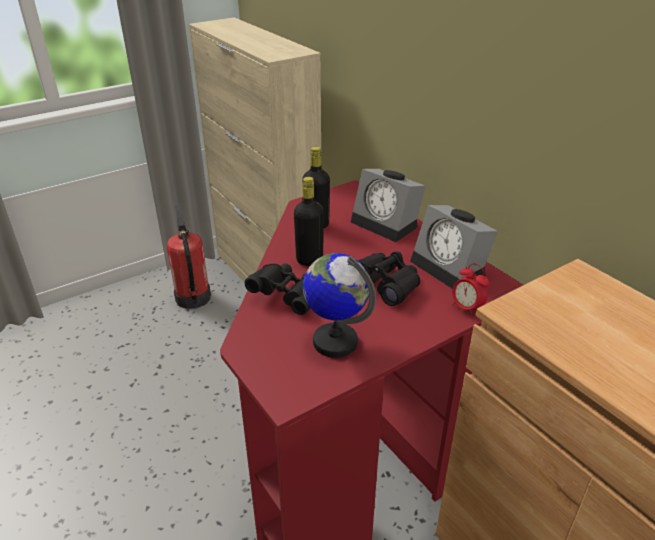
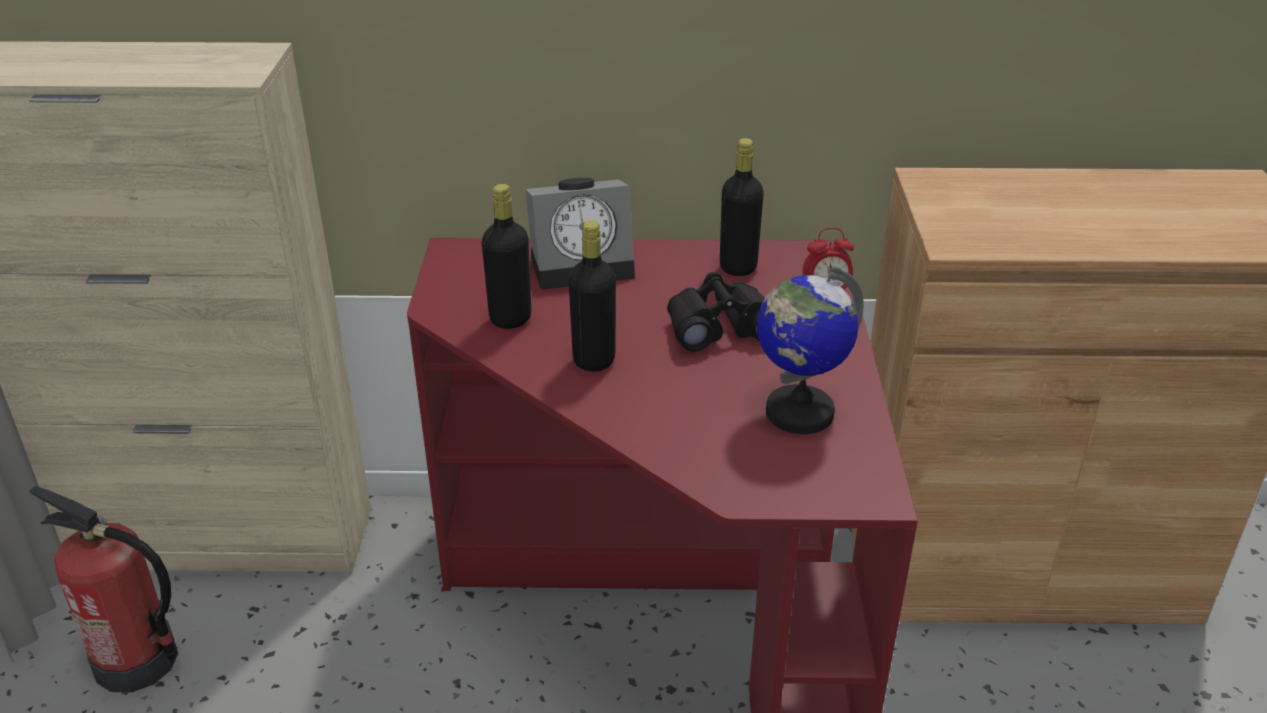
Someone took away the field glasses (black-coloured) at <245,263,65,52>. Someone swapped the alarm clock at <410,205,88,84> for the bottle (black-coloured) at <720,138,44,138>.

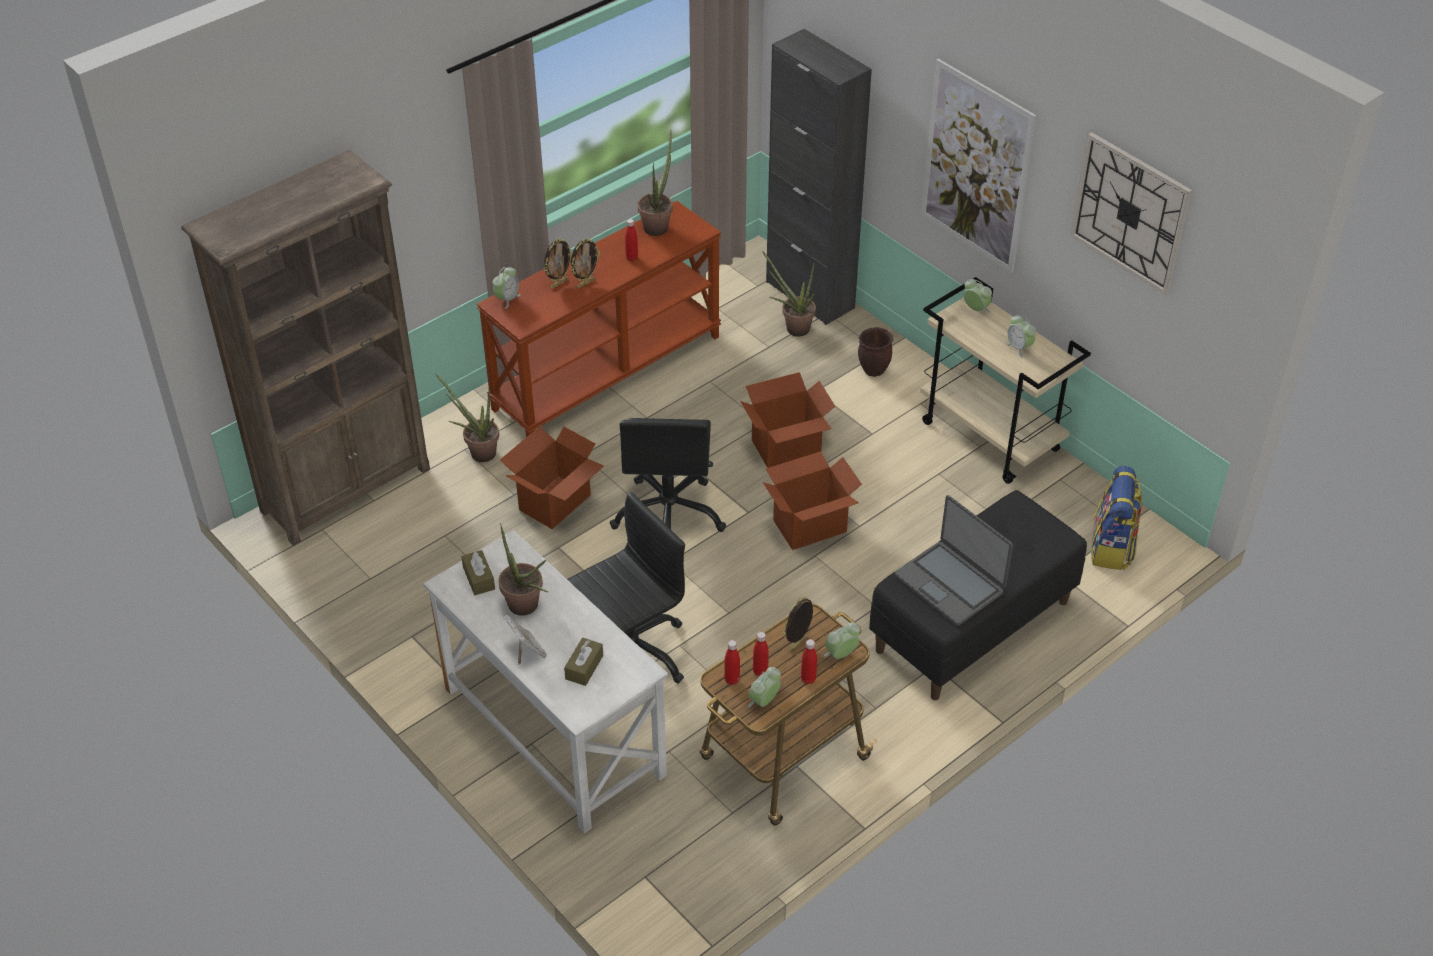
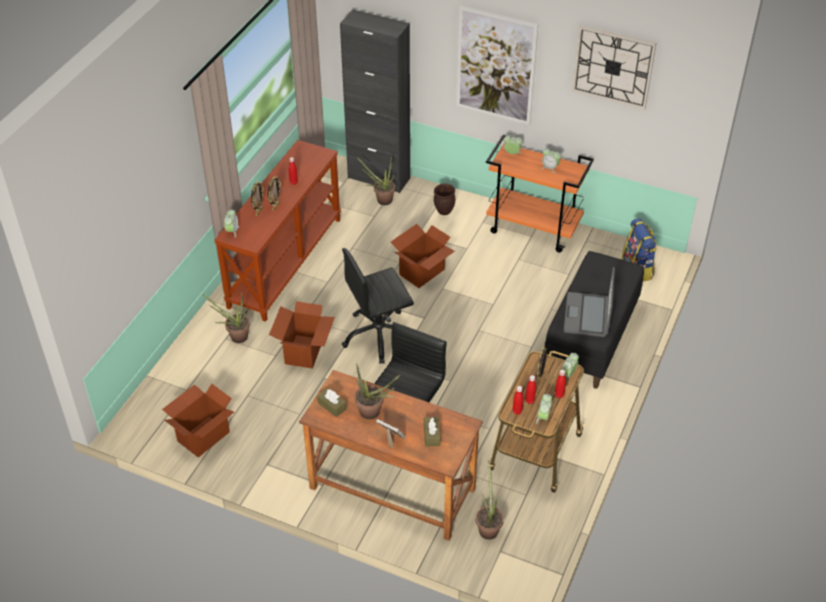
Someone took away the bookshelf (brown) at <181,150,249,396>. Someone carried the plant in a pot from <637,129,36,107> to <476,460,28,80>. Someone carried the cardboard box from <763,452,99,98> to <162,384,72,73>. Someone repainted the desk (whitish) at <423,530,245,304>, which became the desk (brown) at <299,370,184,171>. Someone repainted the wheeled cart (beige) at <920,277,171,207>, which became the wheeled cart (orange) at <486,135,108,117>. Someone rotated the desk chair (black-coloured) at <610,418,116,114> by 90 degrees clockwise. Someone rotated the notebook computer at <895,495,118,131> by 75 degrees clockwise.

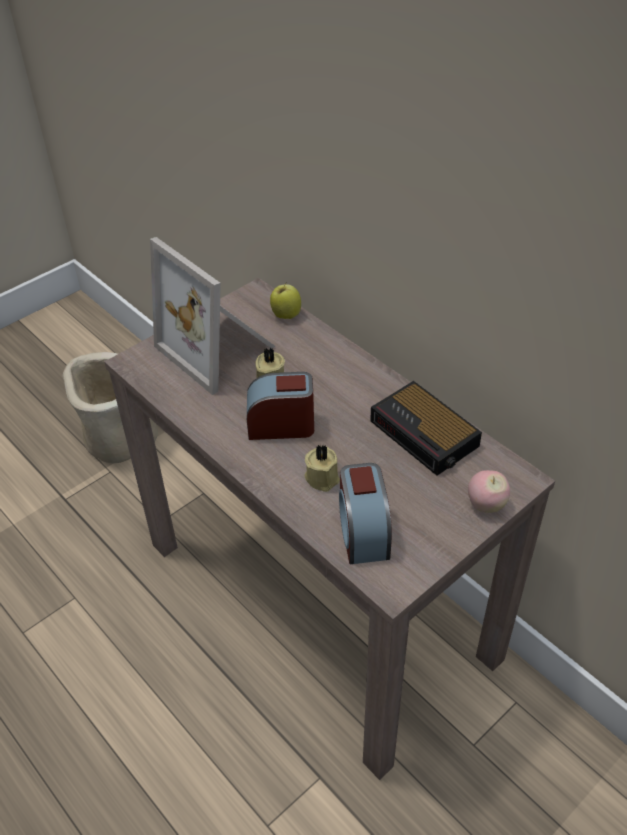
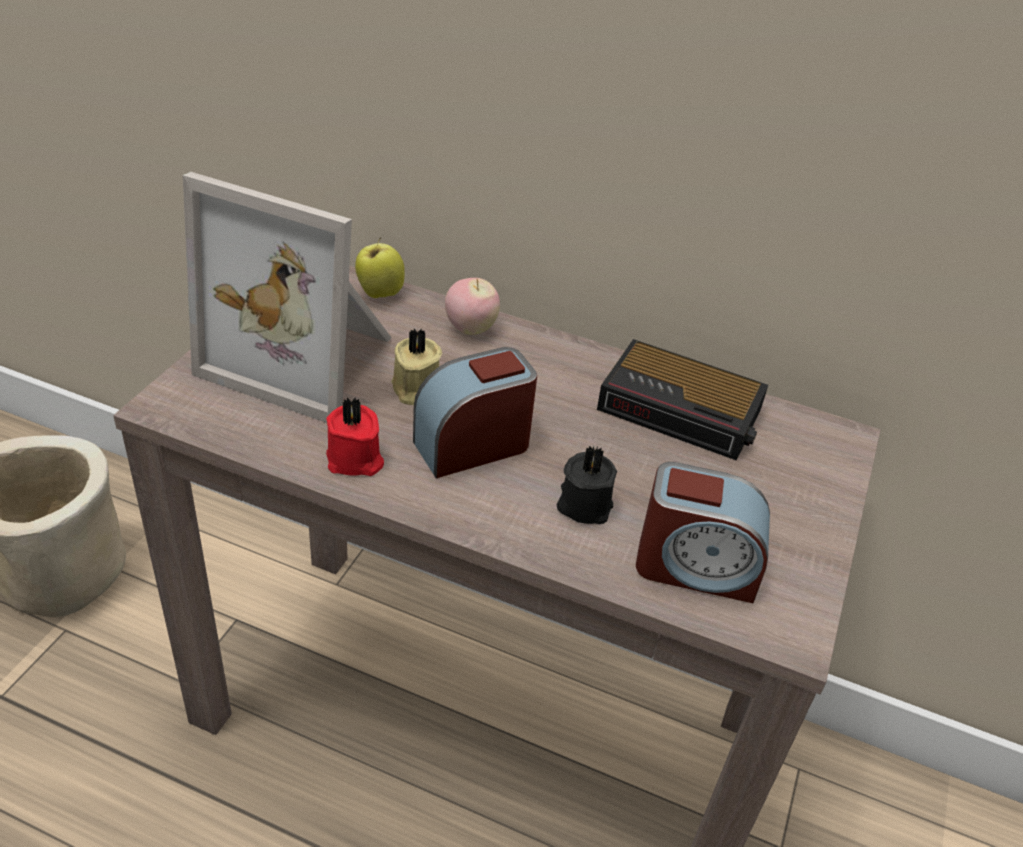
Someone put down the candle (red) at <326,397,58,79>. Someone carried the apple fruit from <468,470,42,43> to <445,278,55,57>. Someone repainted the candle (beige) at <305,445,35,47>, which became the candle (black-coloured) at <557,445,60,79>. Someone rotated the alarm clock at <339,463,53,101> by 45 degrees counterclockwise.

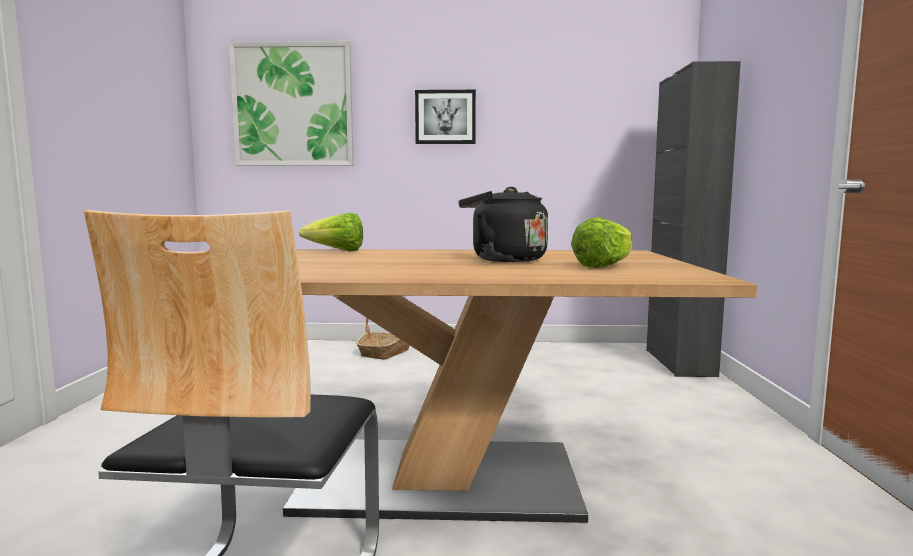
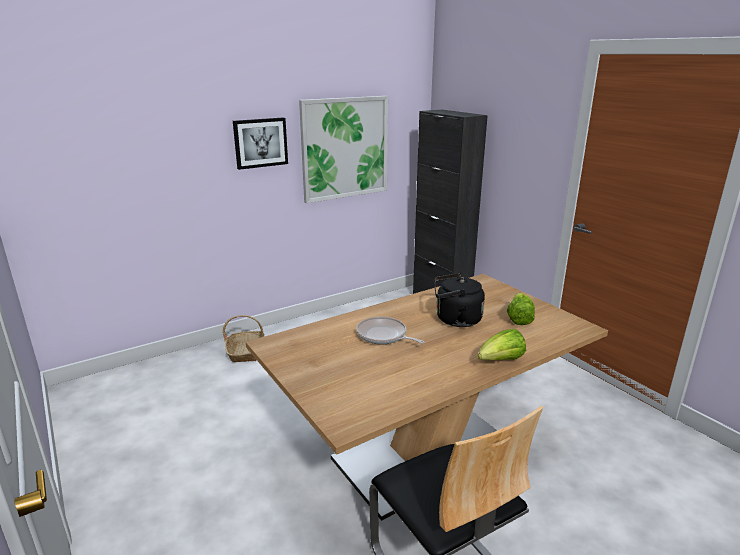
Someone put down the pan at <356,316,68,28>. Someone carried the picture from <229,41,125,125> to <299,96,89,107>. Someone carried the head of lettuce from <299,212,64,39> to <478,329,48,31>.

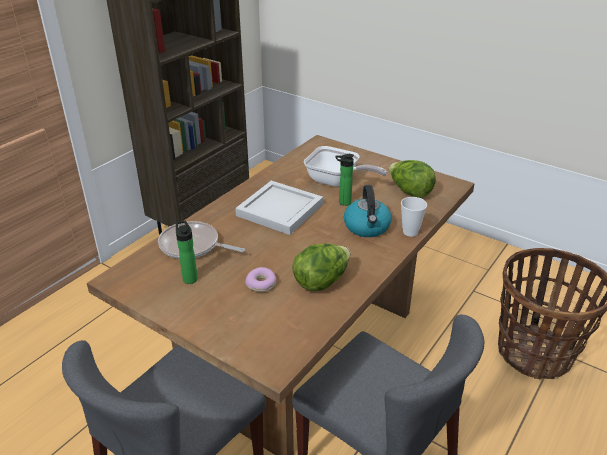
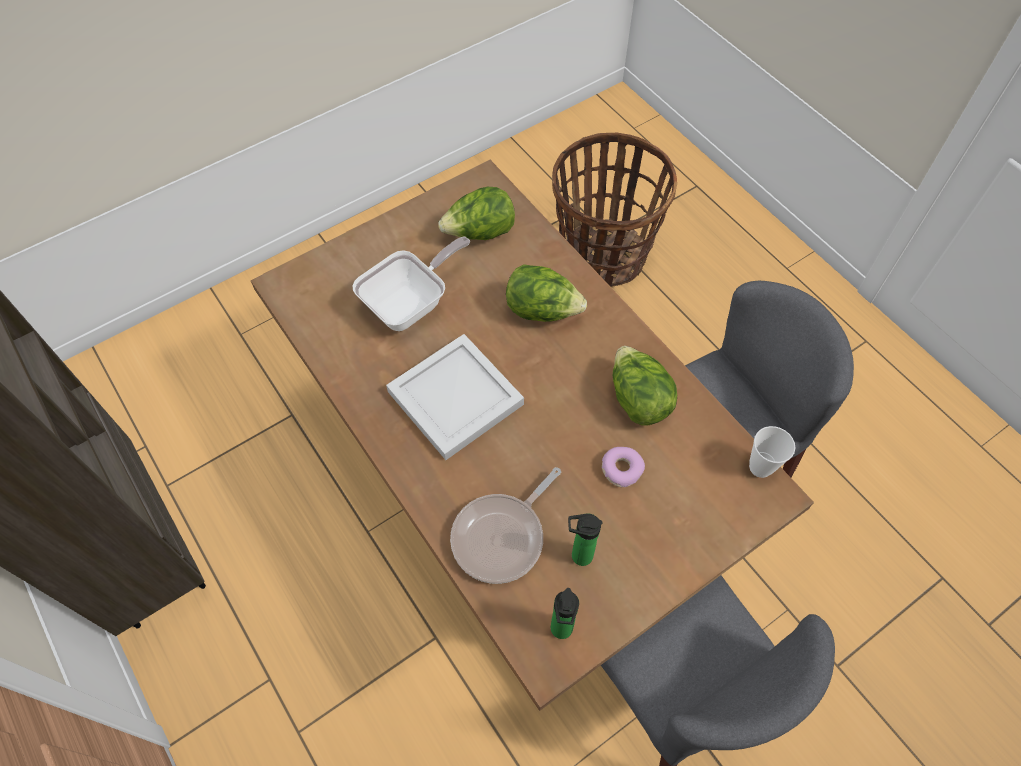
Someone carried the bottle from <335,154,19,52> to <551,588,28,51>. Someone carried the drinking cup from <401,197,26,40> to <749,426,46,52>. Someone swapped the tea kettle at <344,185,48,52> for the head of lettuce at <506,264,81,58>.

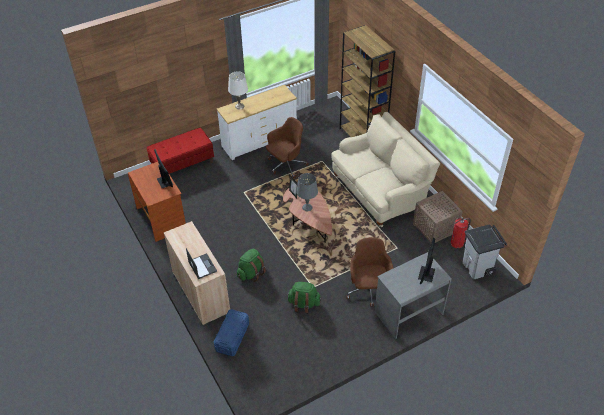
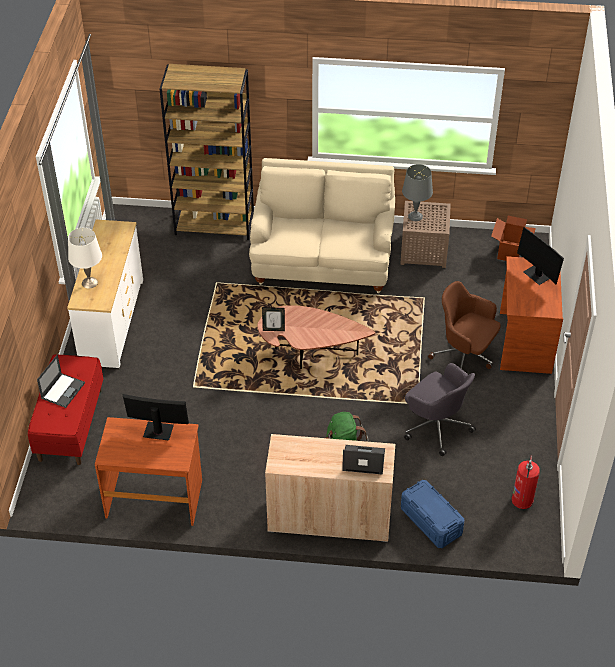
Someone took away the desk chair (brown) at <266,117,43,62>. Someone put down the notebook computer at <37,355,48,53>. Someone carried the lamp for a table (greyish) from <296,173,22,38> to <402,164,31,57>. Someone carried the fire extinguisher from <451,218,20,30> to <512,455,28,54>. Someone swapped the rucksack (green-coloured) at <287,282,34,31> for the desk chair (greyish) at <404,363,72,93>. Someone swapped the trash can (greyish) at <462,224,45,56> for the cardboard box at <491,216,45,45>. Someone repainted the desk (greyish) at <375,252,77,87>, which became the desk (brown) at <500,256,63,118>.

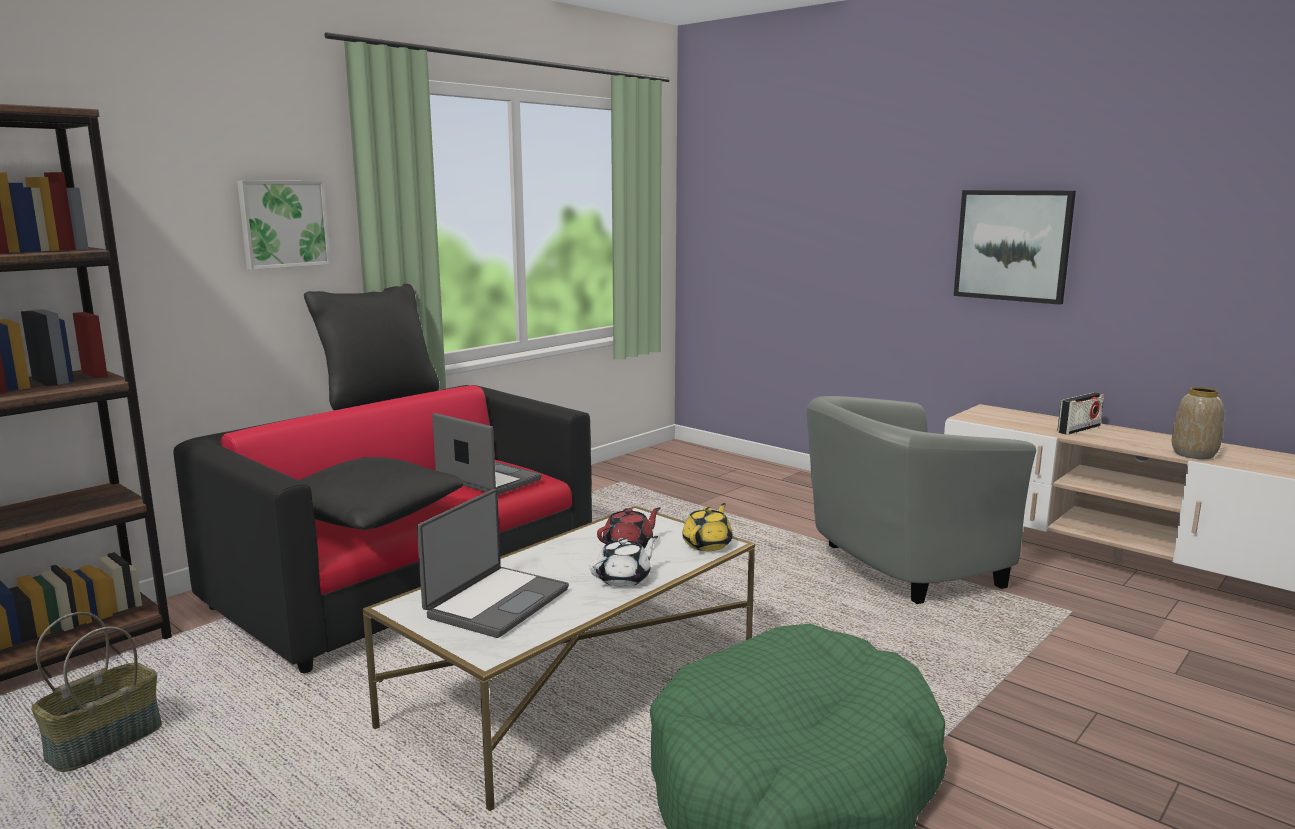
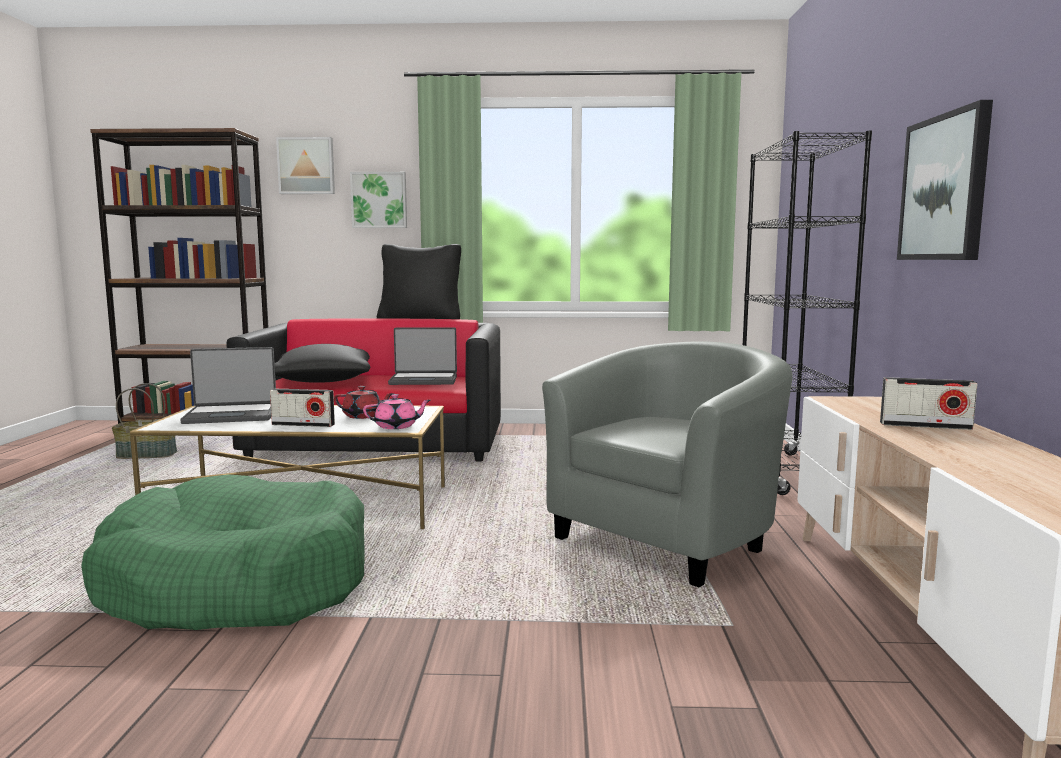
Someone took away the flower vase at <1172,387,52,72>. Someone put up the picture at <276,137,59,57>. Someone put down the bookshelf (black-coloured) at <743,131,129,364>. Someone swapped the teapot (whitish) at <590,536,68,51> for the radio set at <270,389,65,38>. Someone repainted the teapot (yellowish) at <682,503,51,48>, which became the teapot (pink) at <363,394,68,35>. Someone rotated the notebook computer at <432,413,110,82> by 90 degrees clockwise. Someone rotated the easy chair (greyish) at <807,396,229,208> by 105 degrees clockwise.

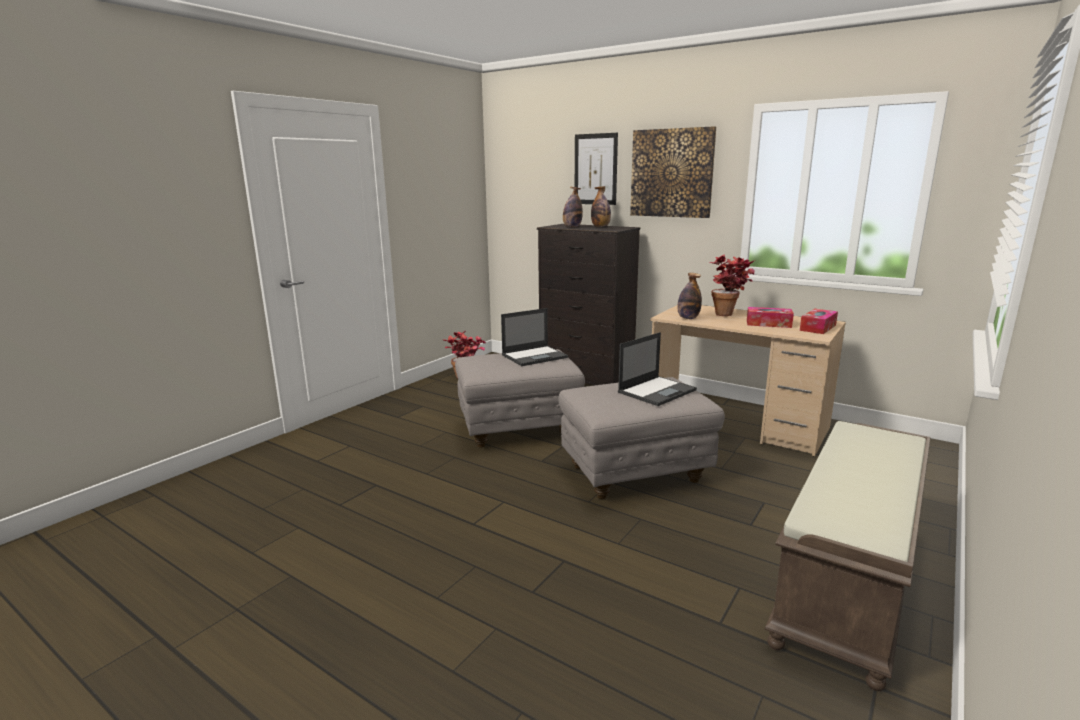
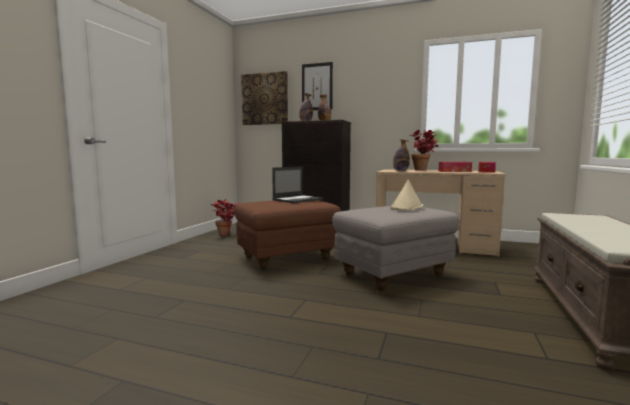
Someone carried the picture from <630,126,86,92> to <241,71,47,54>. Someone swapped the notebook computer at <618,332,79,74> for the clothing hat (beige) at <390,180,34,30>. Someone repainted the footrest (greyish) at <455,349,130,99>, which became the footrest (brown) at <234,200,107,70>.

